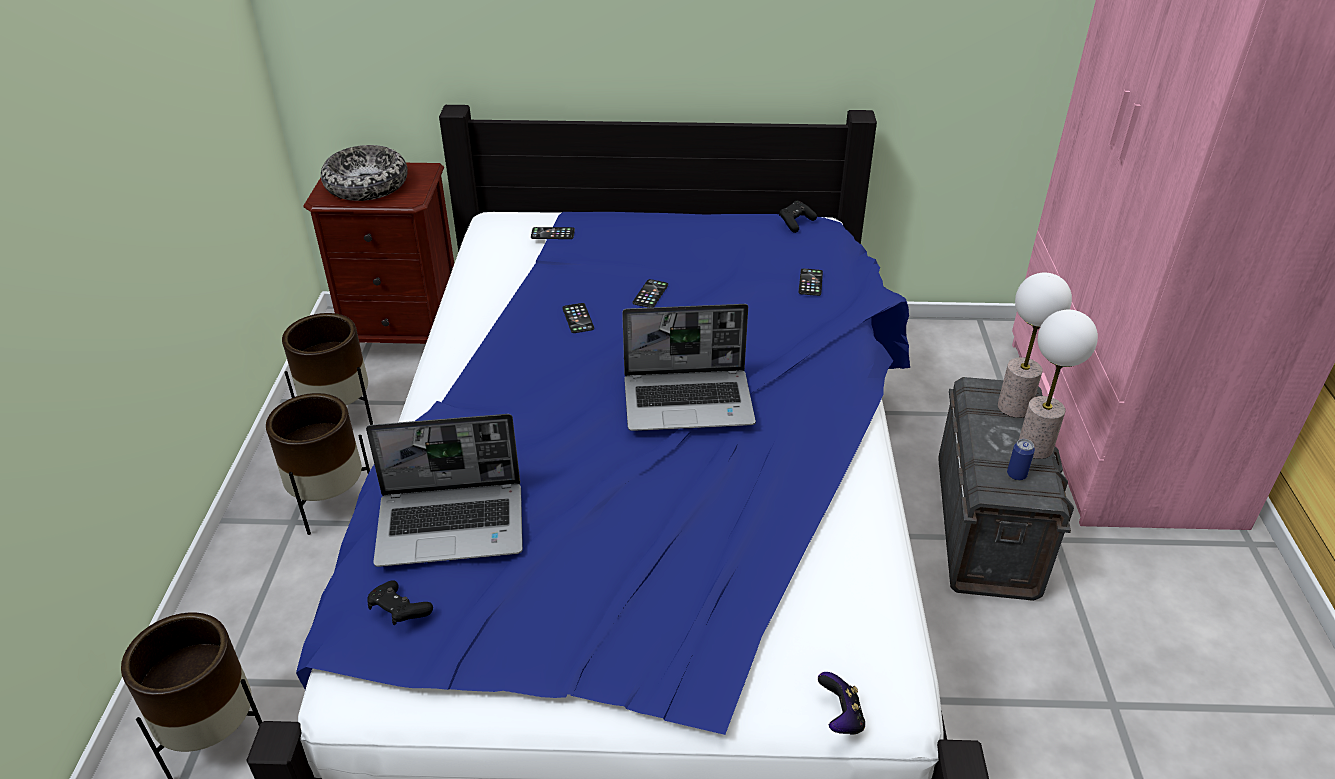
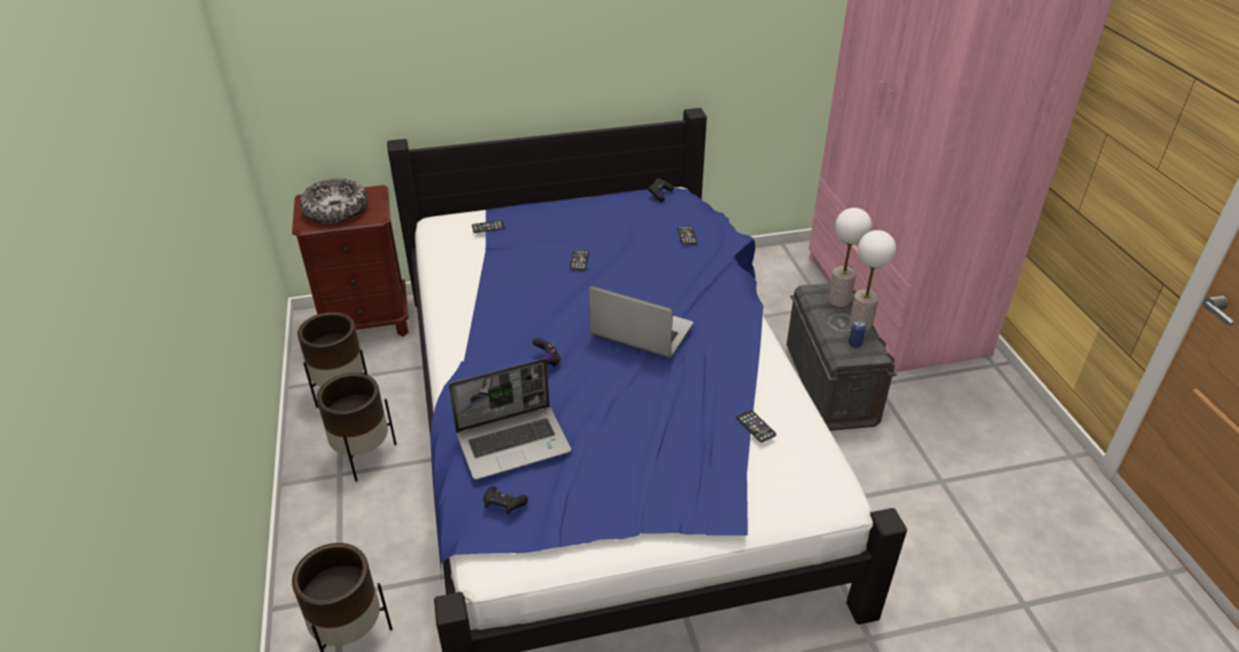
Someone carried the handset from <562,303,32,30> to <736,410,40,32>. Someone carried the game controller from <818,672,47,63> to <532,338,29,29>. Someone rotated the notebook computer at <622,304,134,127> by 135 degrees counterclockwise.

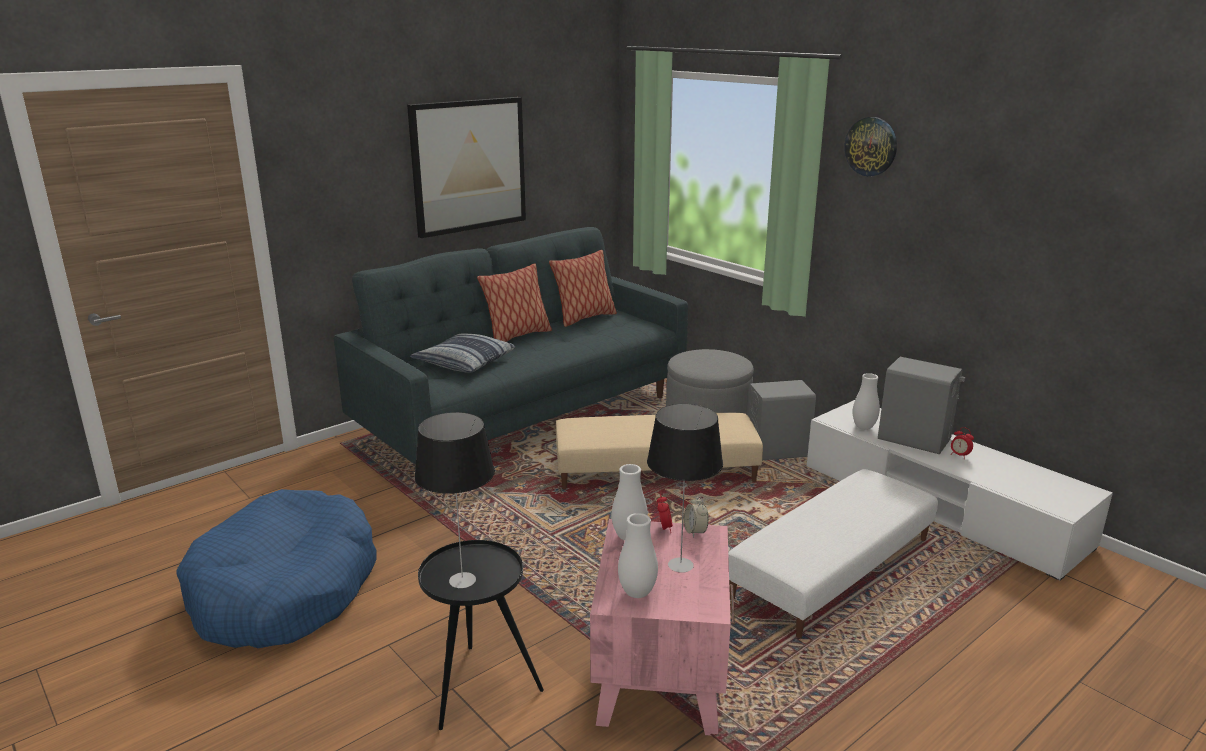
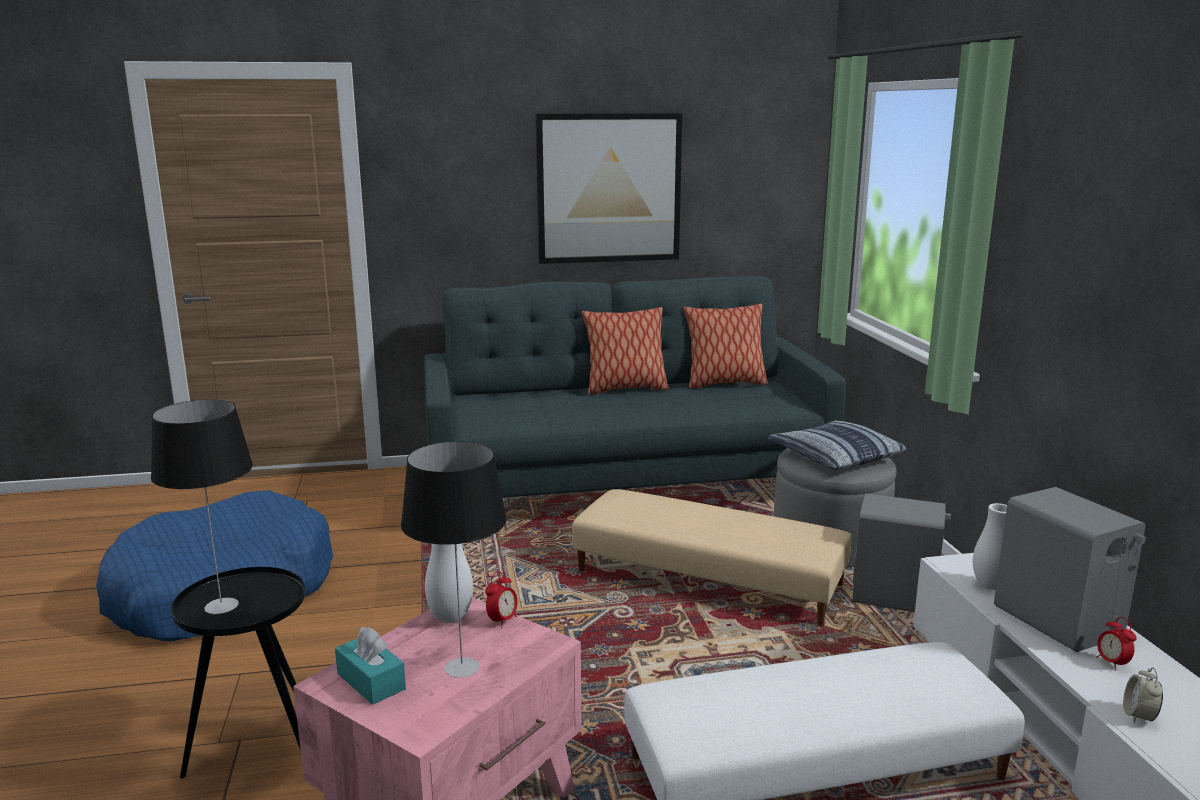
Someone took away the clock on the wall at <844,117,53,59>. Someone carried the throw pillow from <410,333,106,40> to <767,420,140,50>. Someone carried the alarm clock from <684,496,25,42> to <1123,667,40,56>. Someone swapped the flower vase (whitish) at <618,513,40,85> for the tissue box (blue-green) at <335,627,71,78>.

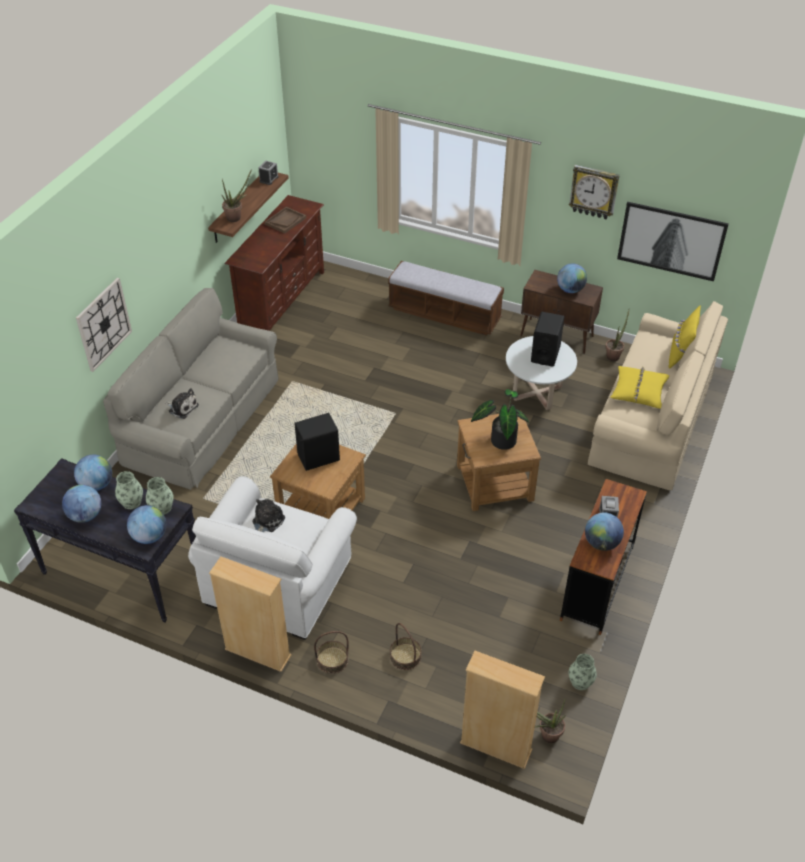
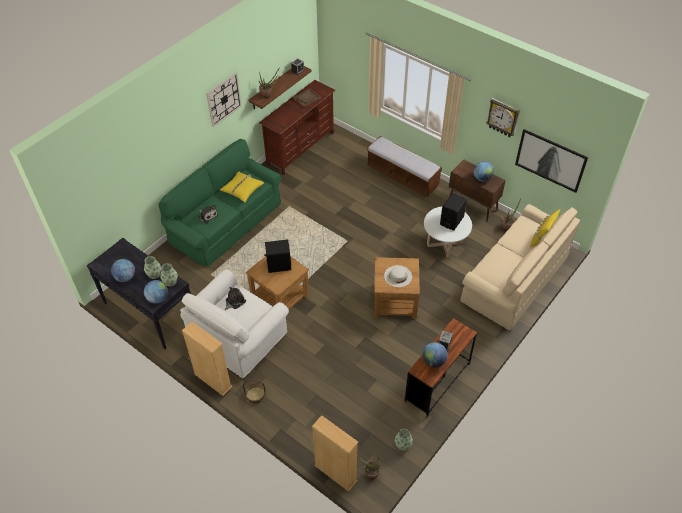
Someone took away the desk globe at <74,455,38,36>. Someone took away the basket at <390,623,32,47>. Someone carried the clock on the wall from <76,278,56,94> to <206,73,36,54>. Someone carried the throw pillow (yellowish) from <610,366,59,43> to <220,172,44,30>. Someone swapped the plant in a pot at <471,389,58,61> for the clothing hat (whitish) at <384,265,28,22>. Someone repainted the sofa (greyish) at <103,288,175,202>, which became the sofa (green-coloured) at <158,139,123,128>.

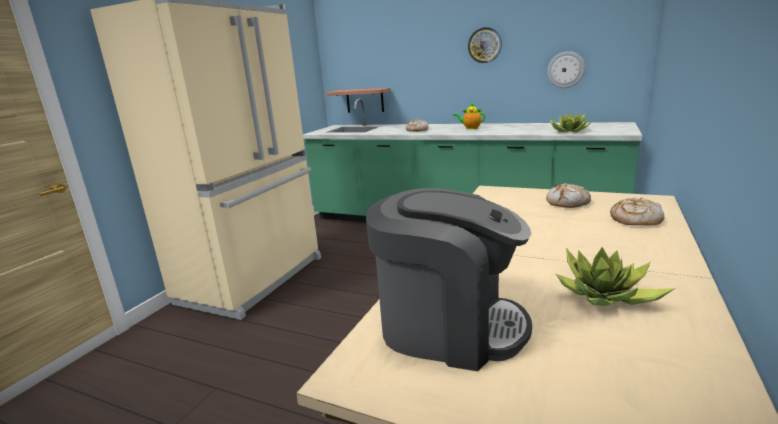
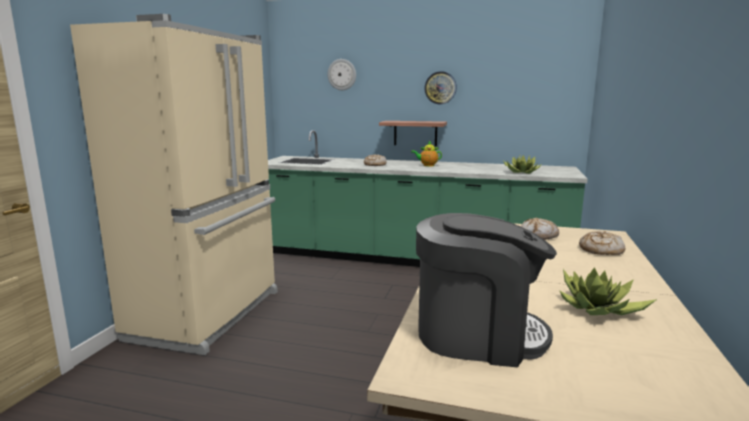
Someone carried the shelf from <326,88,65,25> to <379,121,68,26>. Someone carried the clock on the wall from <547,51,38,37> to <327,59,29,31>.

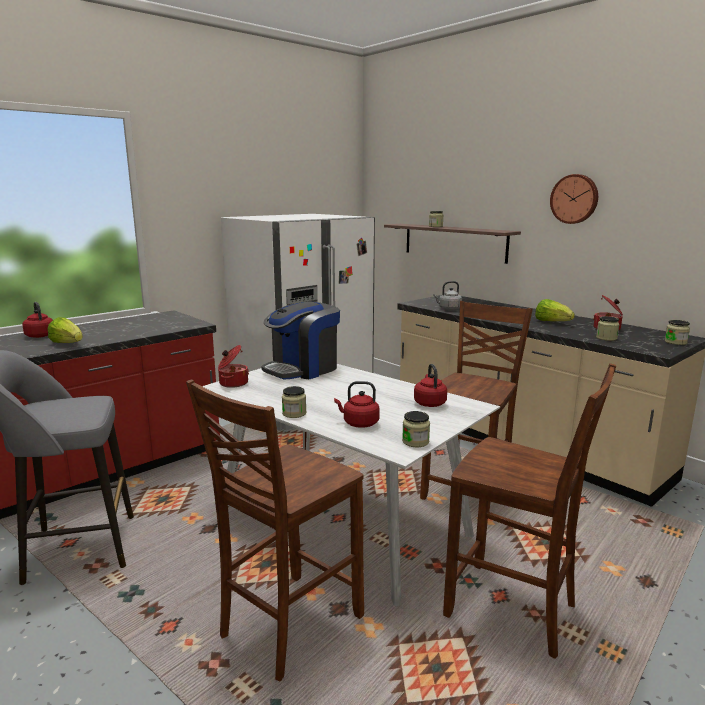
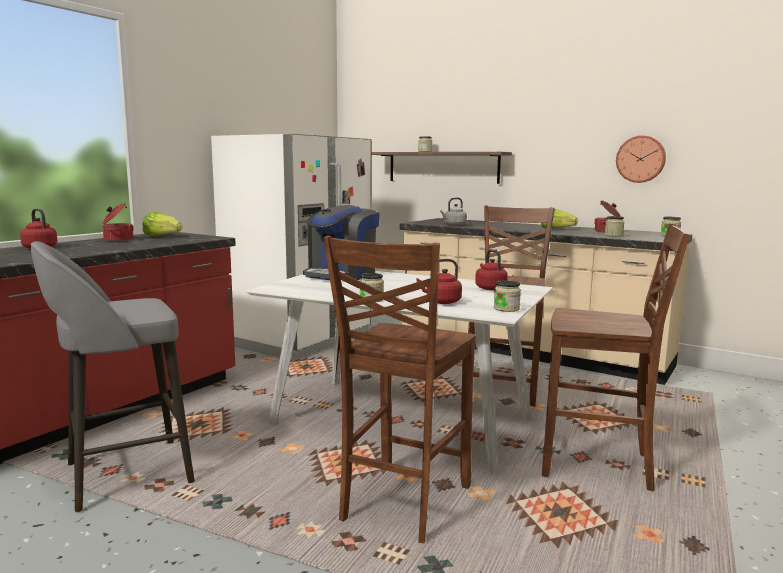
Someone carried the head of lettuce from <47,317,36,26> to <143,212,39,24>. Someone carried the saucepot from <218,345,31,43> to <102,203,32,38>. Someone carried the clock on the wall from <550,174,48,50> to <616,135,50,48>.

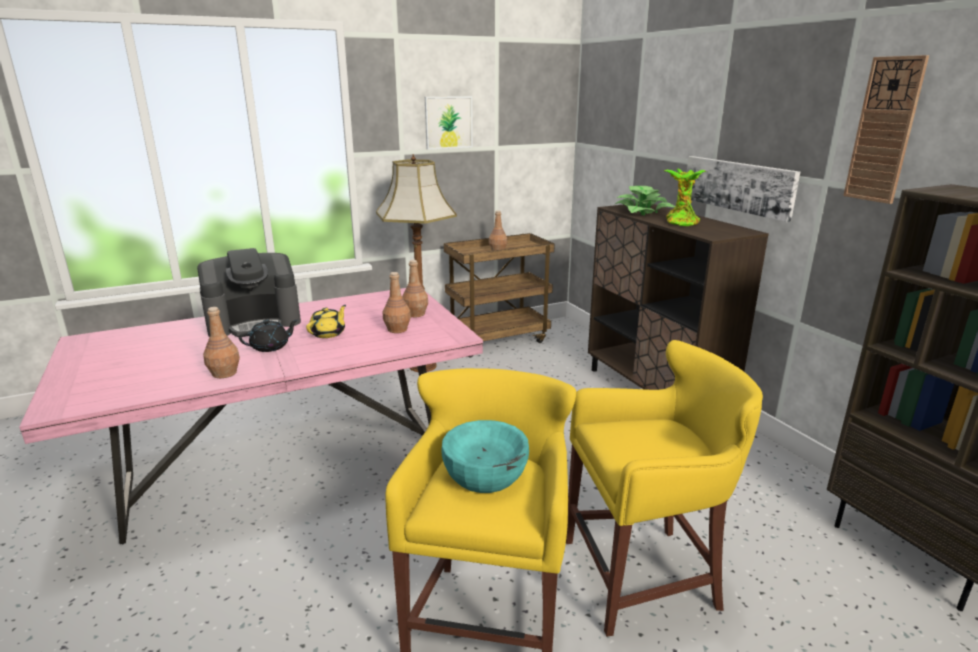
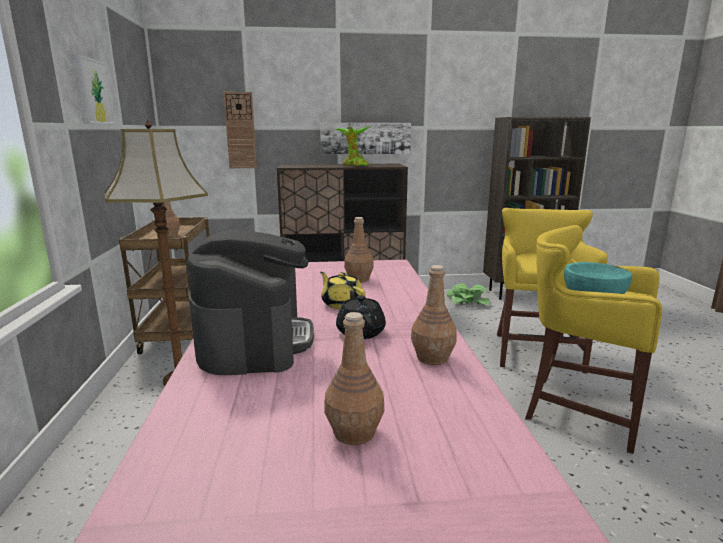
Someone carried the bottle (brown) from <402,260,26,57> to <324,312,60,133>. Someone carried the plant in a pot from <615,186,60,29> to <446,284,44,21>. Someone carried the clock on the wall from <843,55,86,149> to <223,92,34,76>.

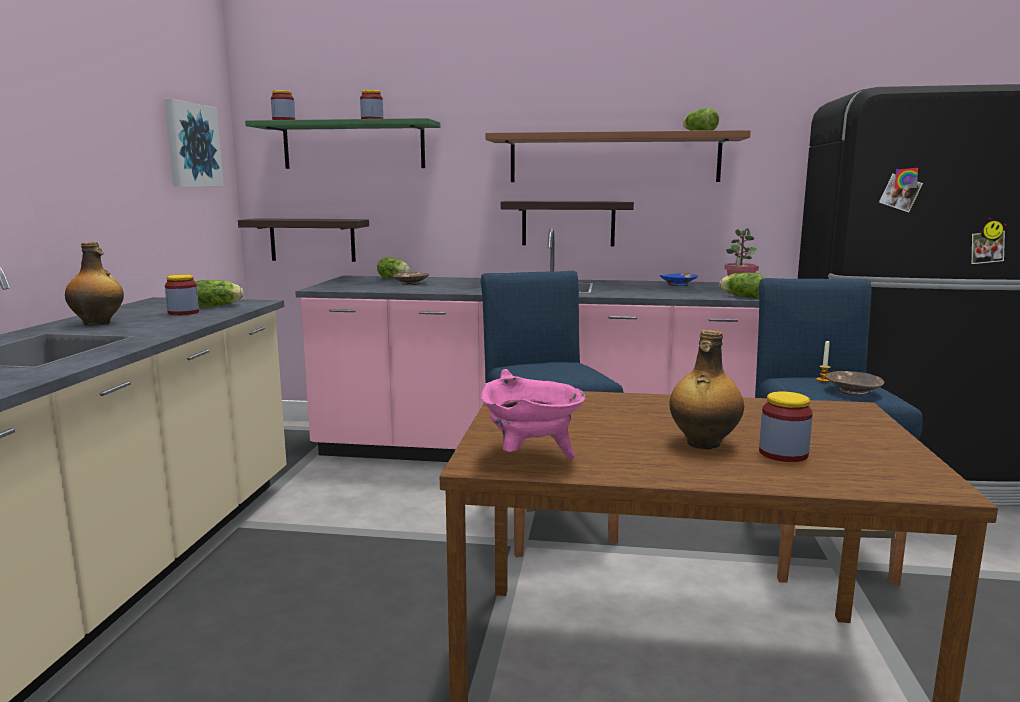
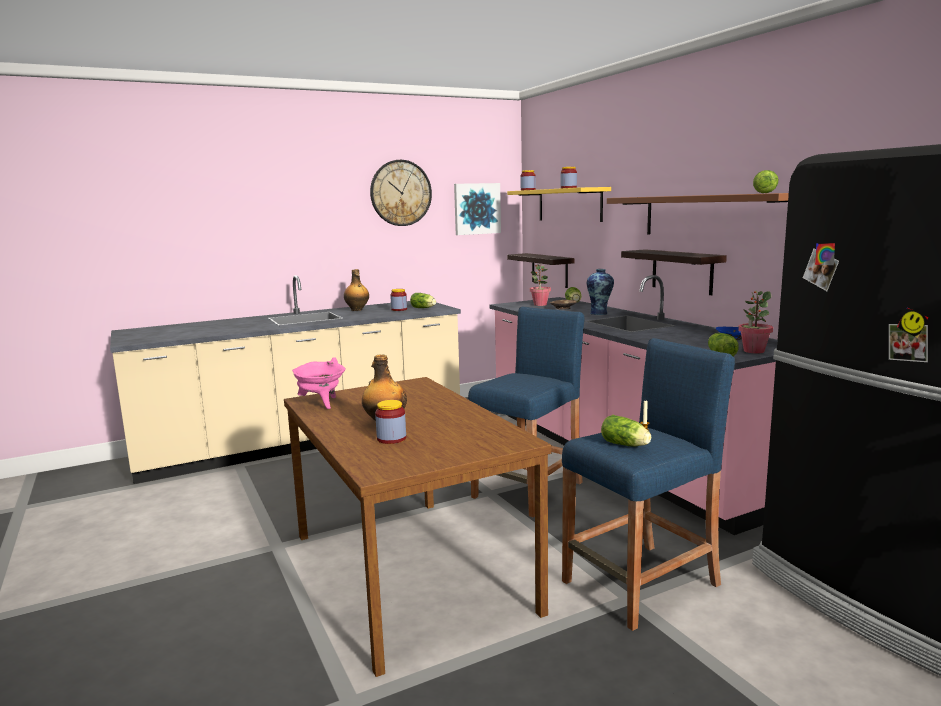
Someone put up the clock on the wall at <370,160,62,66>. Someone put down the plant in a pot at <530,264,21,42>. Someone put down the flower vase at <587,269,27,46>. Someone swapped the deep dish (brown) at <825,371,59,24> for the head of lettuce at <601,415,50,31>. Someone repainted the shelf (green-coloured) at <245,118,195,51>, which became the shelf (yellowish) at <507,187,104,35>.

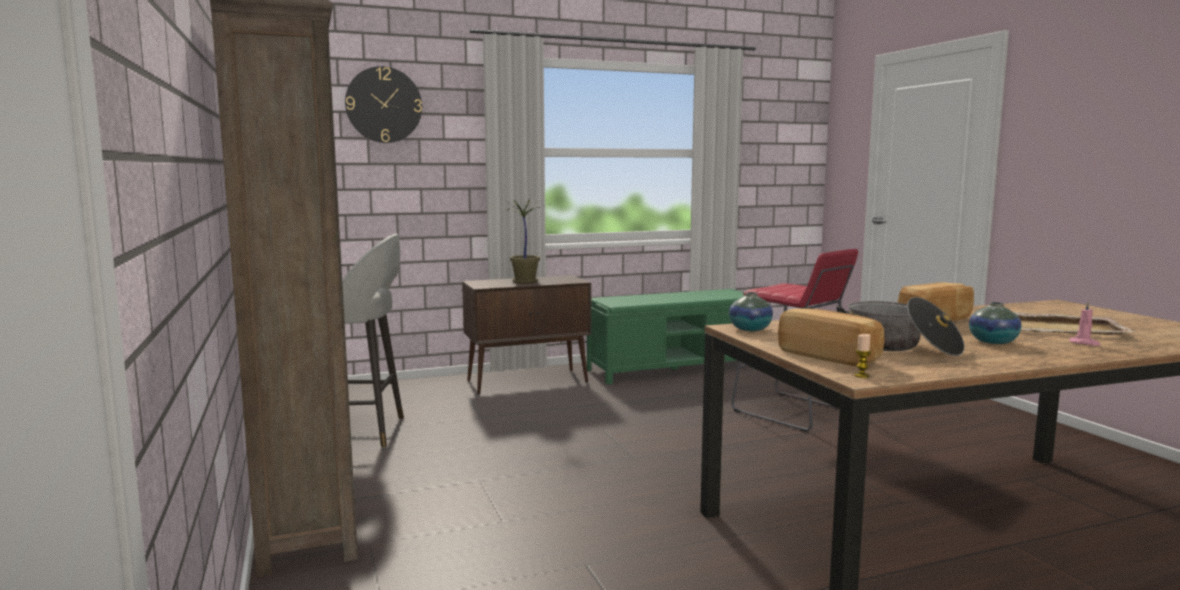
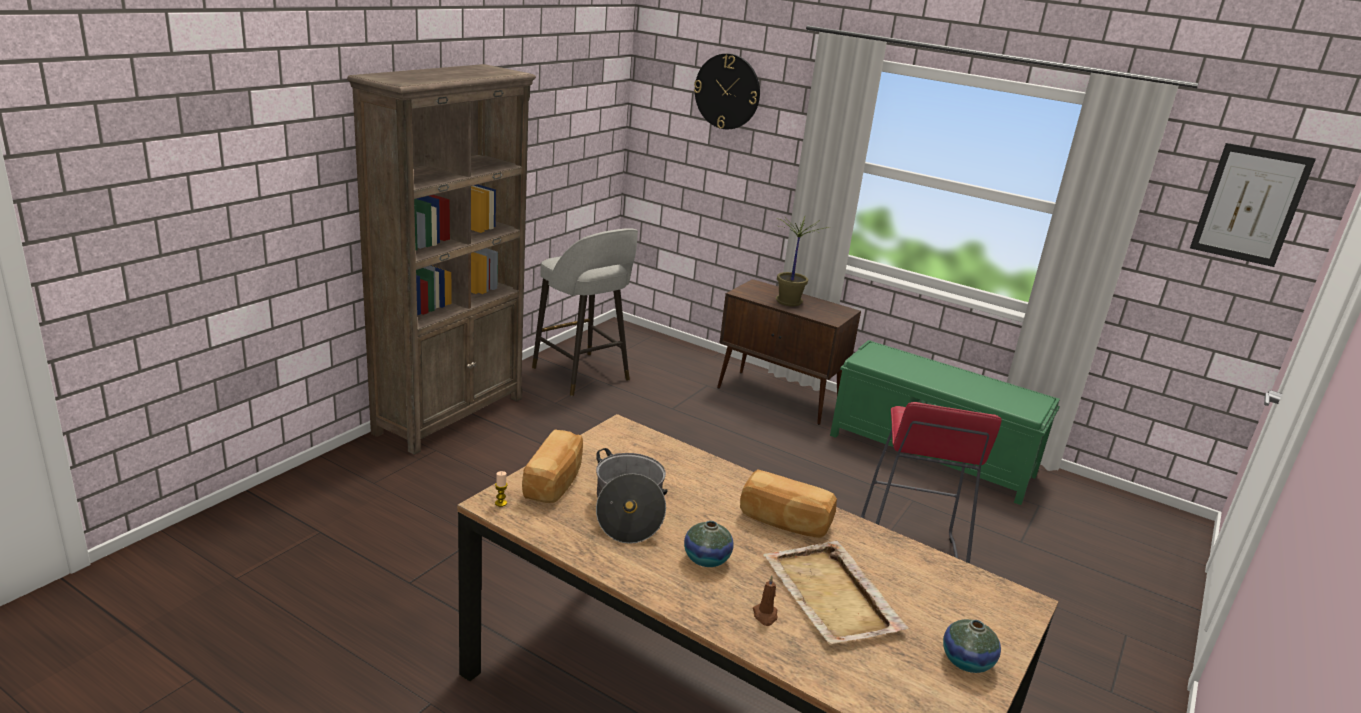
Someone put up the picture at <1190,143,126,124>. Someone carried the flower vase from <729,292,44,39> to <943,619,58,54>. Someone repainted the candle (pink) at <1069,301,32,45>, which became the candle (brown) at <753,576,25,50>.

